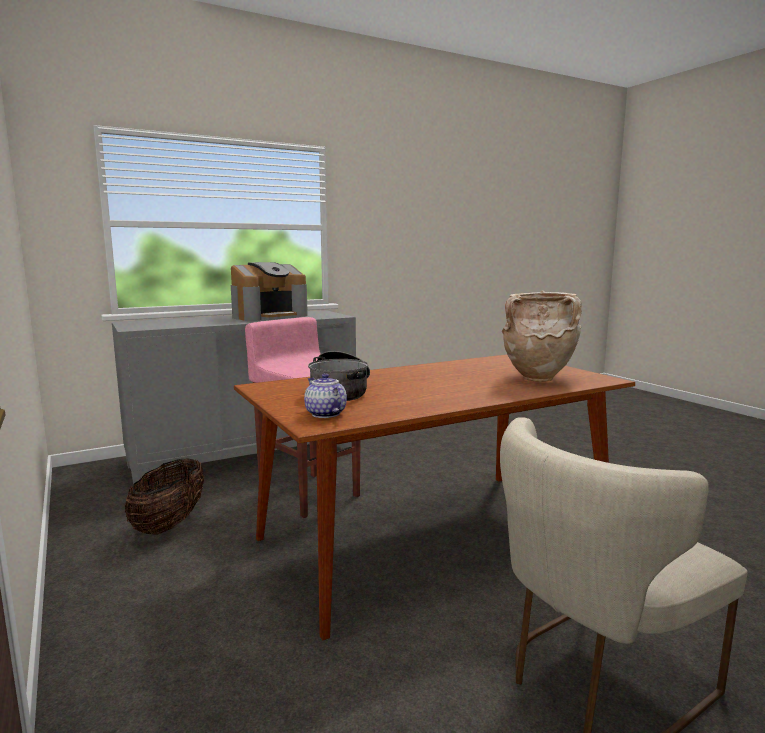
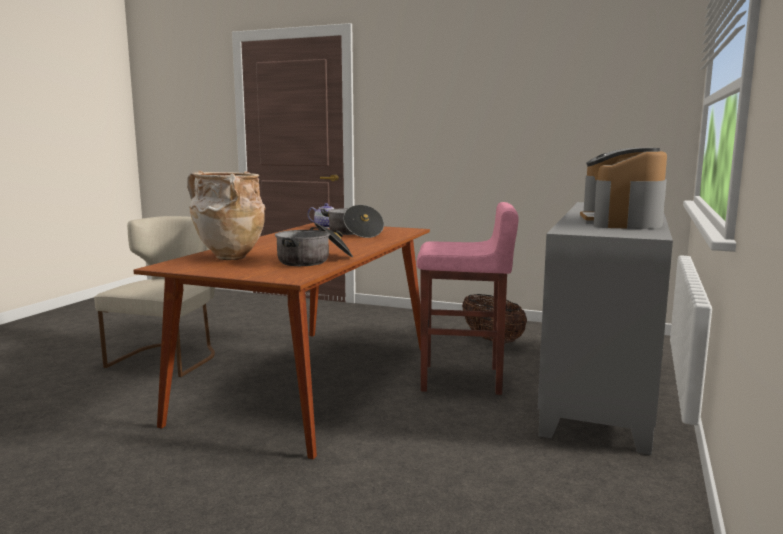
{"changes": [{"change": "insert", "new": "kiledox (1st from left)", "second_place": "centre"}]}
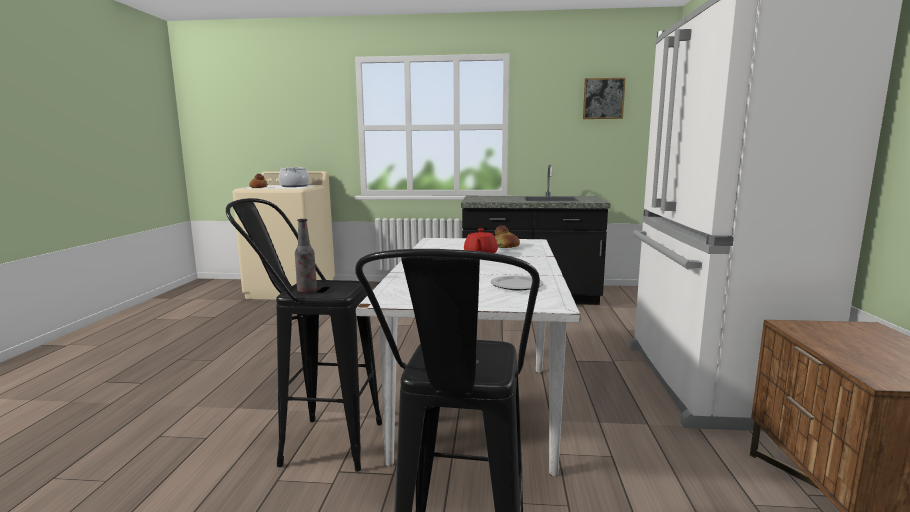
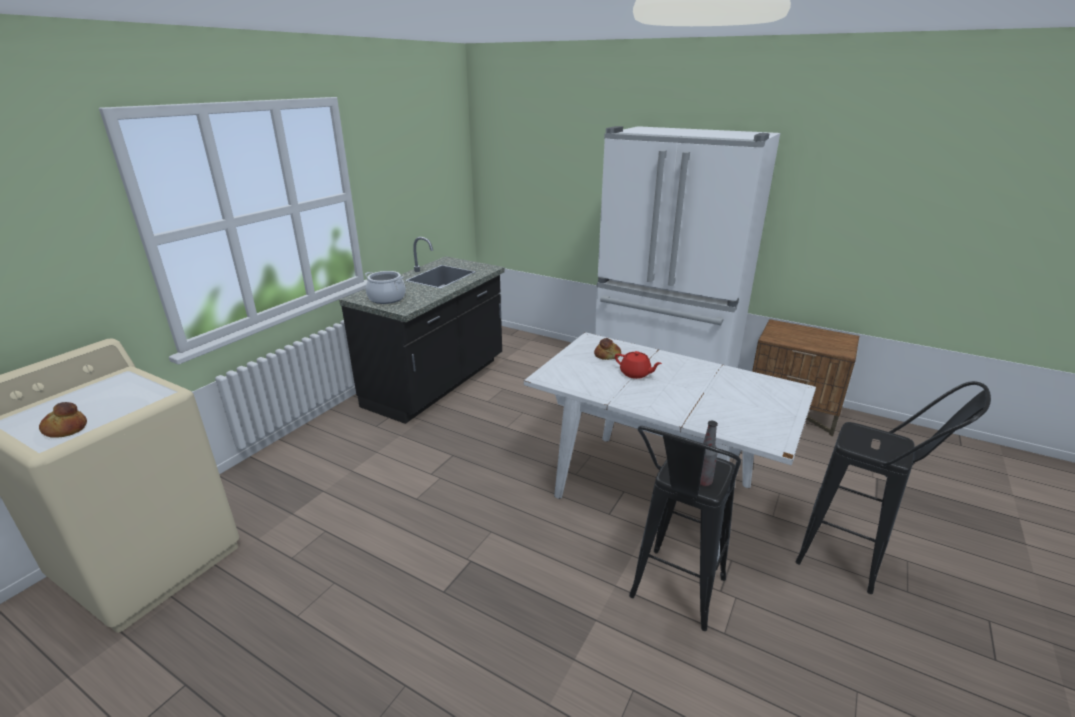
{"changes": [{"change": "delete", "old": "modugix", "first_place": "centre"}, {"change": "delete", "old": "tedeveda", "first_place": "top centre"}, {"change": "move", "old": "kiledox", "first_place": "middle left", "second_place": "centre"}]}
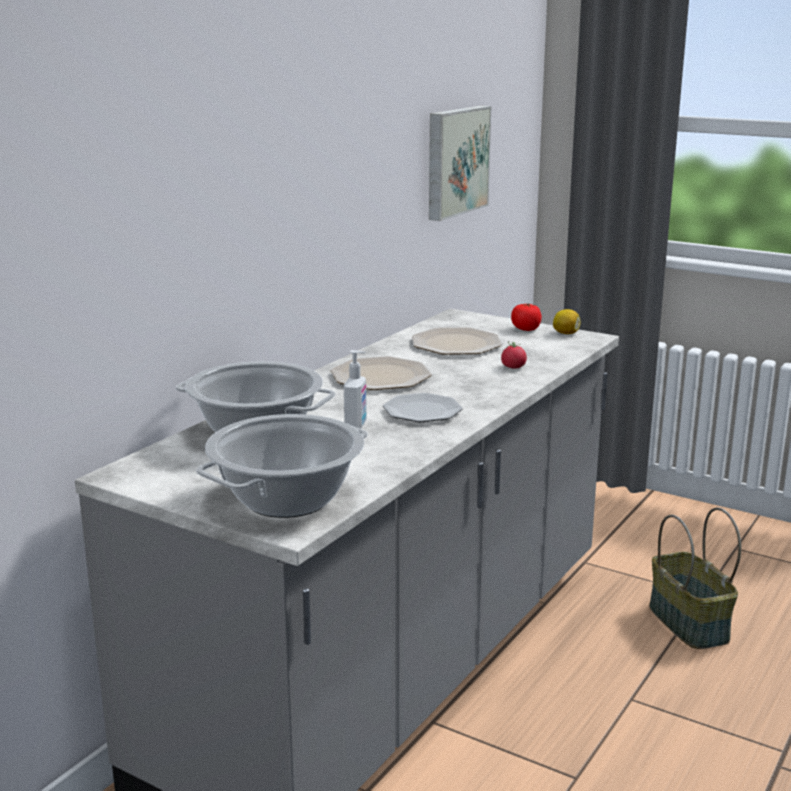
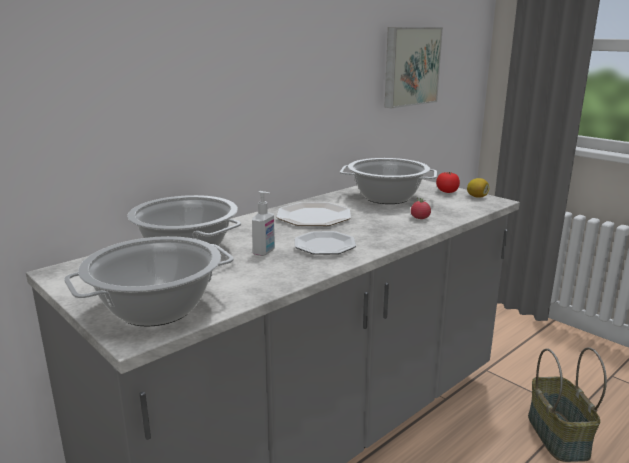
{"changes": [{"change": "replace", "old": "modugix (3rd from left)", "new": "kiledox (3rd from left)", "first_place": "centre", "second_place": "centre"}]}
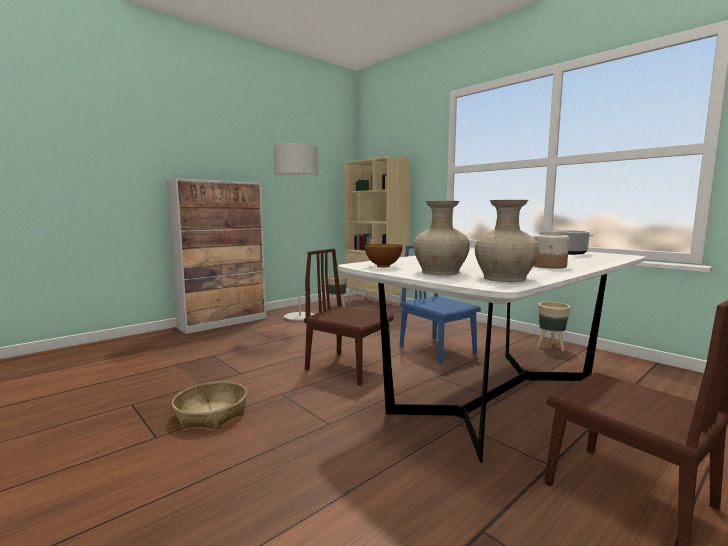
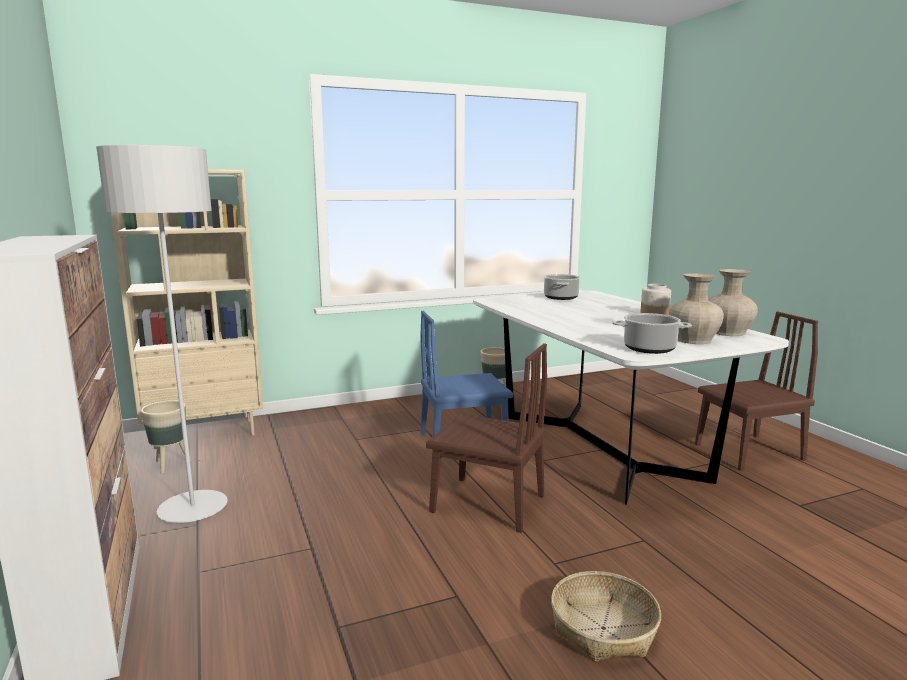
{"changes": [{"change": "replace", "old": "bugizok", "new": "kiledox (2nd from left)", "first_place": "centre", "second_place": "middle right"}, {"change": "rotate", "old": "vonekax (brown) (1st from left)", "first_place": "centre", "second_place": "centre", "degrees": -120}]}
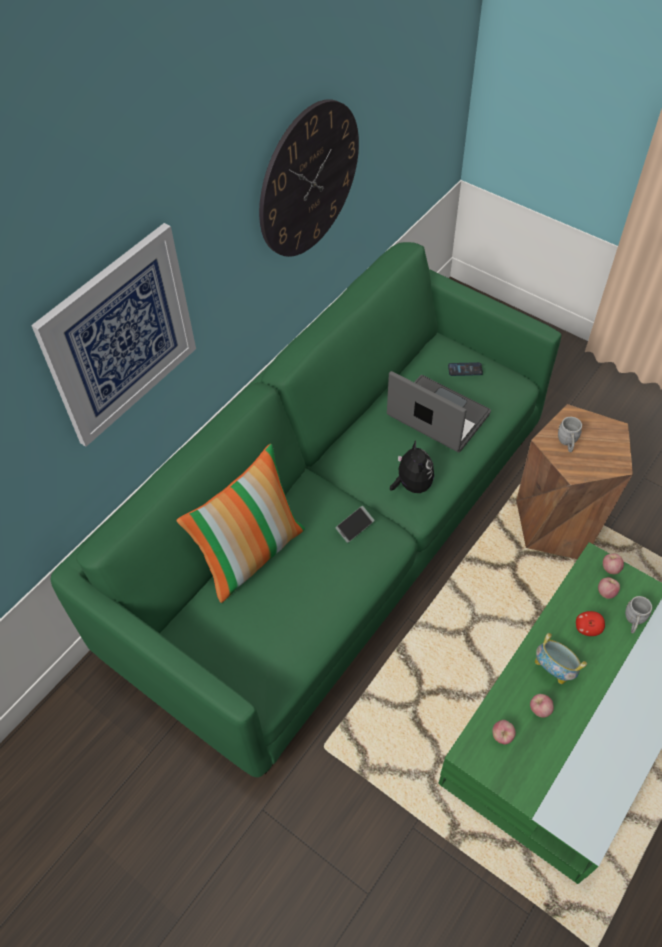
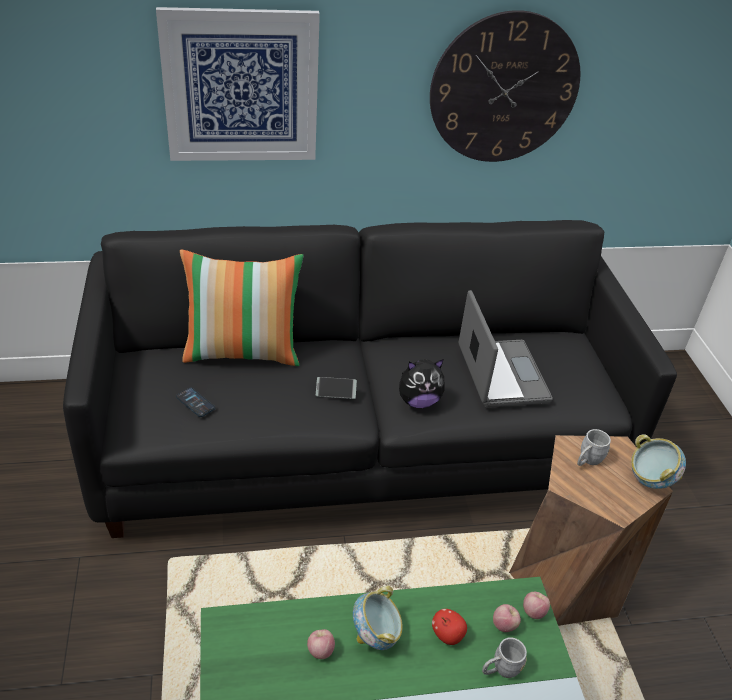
{"changes": [{"change": "delete", "old": "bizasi (1st from left)", "first_place": "bottom right"}, {"change": "insert", "new": "bugizok (2nd from left)", "second_place": "middle right"}, {"change": "move", "old": "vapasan (2nd from left in the first image)", "new": "vapasan (1st from left)", "first_place": "middle right", "second_place": "middle left"}, {"change": "recolor", "old": "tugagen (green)", "new": "tugagen (black)", "first_place": "centre", "second_place": "centre"}, {"change": "rotate", "old": "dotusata", "first_place": "centre", "second_place": "centre", "degrees": 45}]}
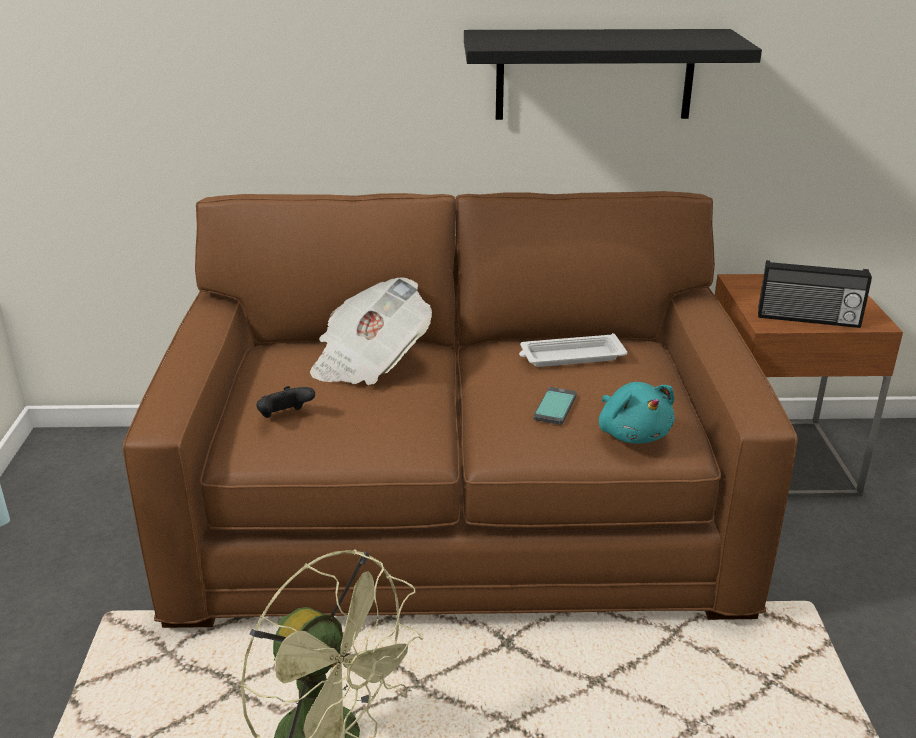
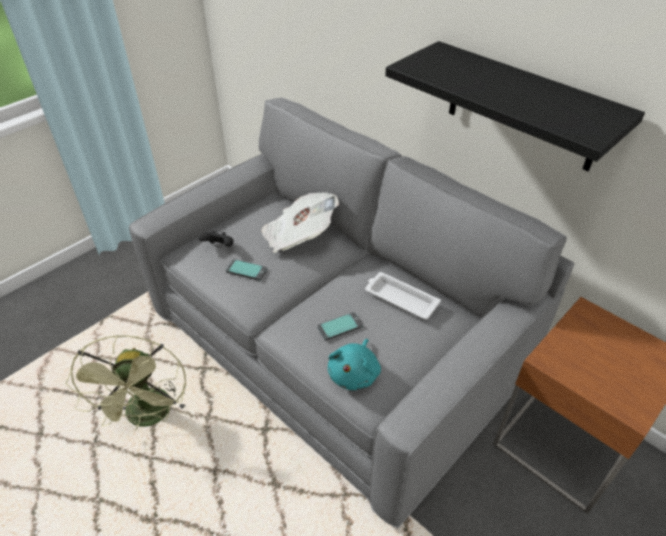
{"changes": [{"change": "delete", "old": "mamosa", "first_place": "middle right"}, {"change": "insert", "new": "vapasan (1st from left)", "second_place": "centre"}, {"change": "recolor", "old": "tugagen (brown)", "new": "tugagen (grey)", "first_place": "centre", "second_place": "centre"}]}
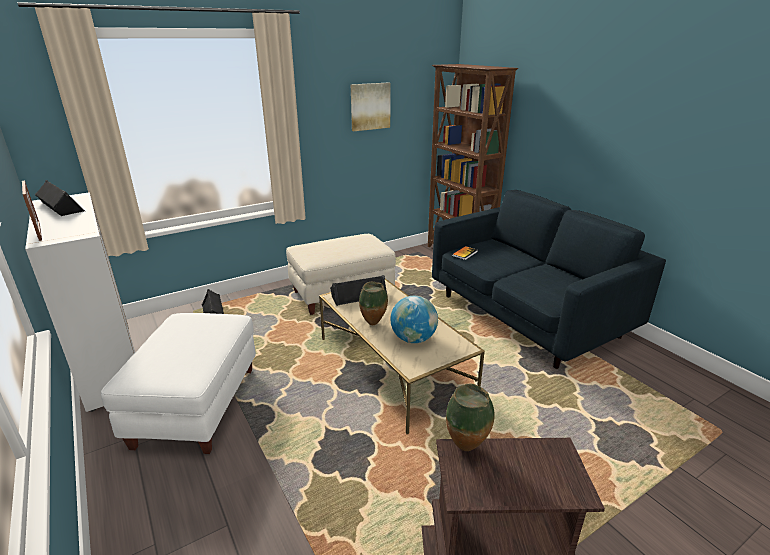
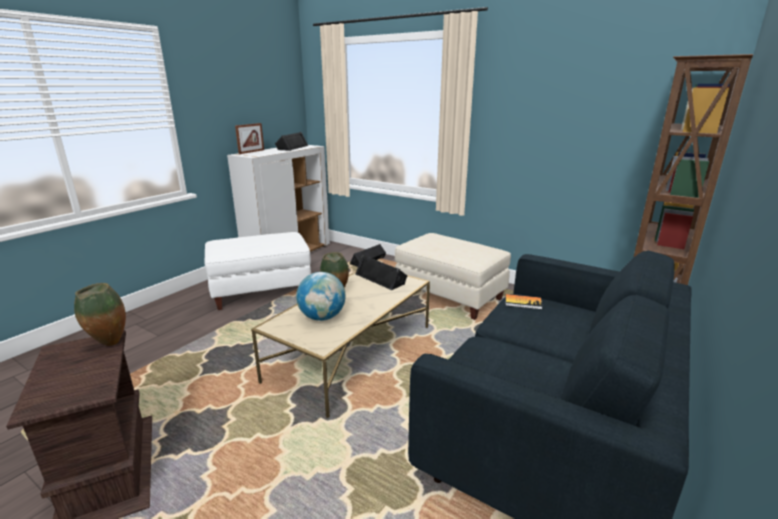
{"changes": [{"change": "delete", "old": "tedeveda", "first_place": "top centre"}]}
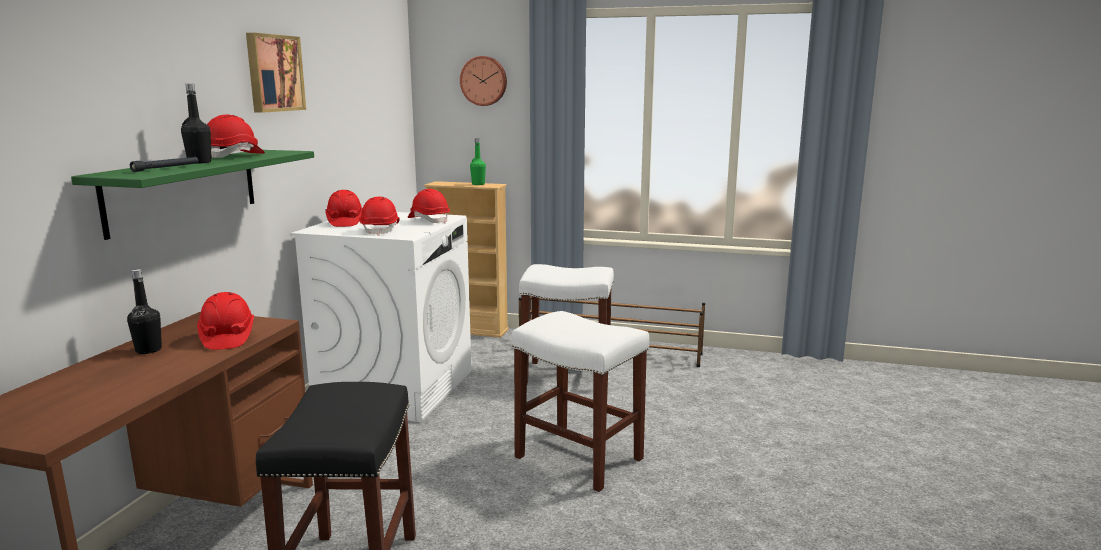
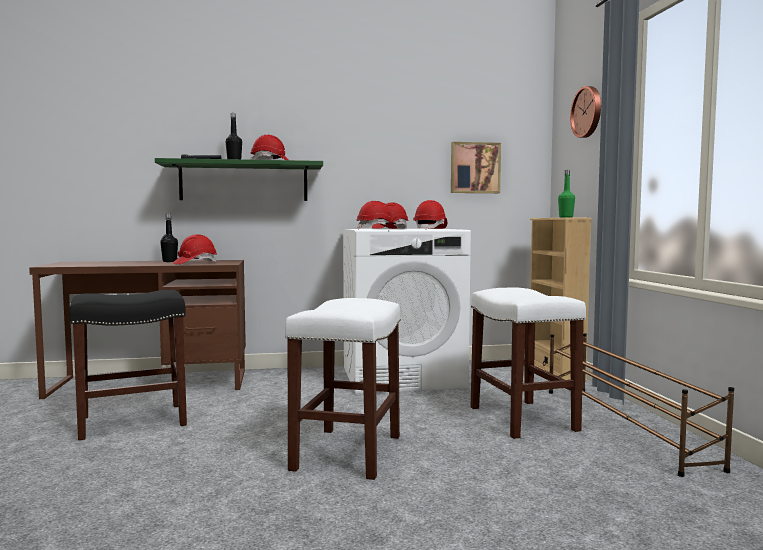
{"changes": [{"change": "move", "old": "tedeveda", "first_place": "top left", "second_place": "top centre"}]}
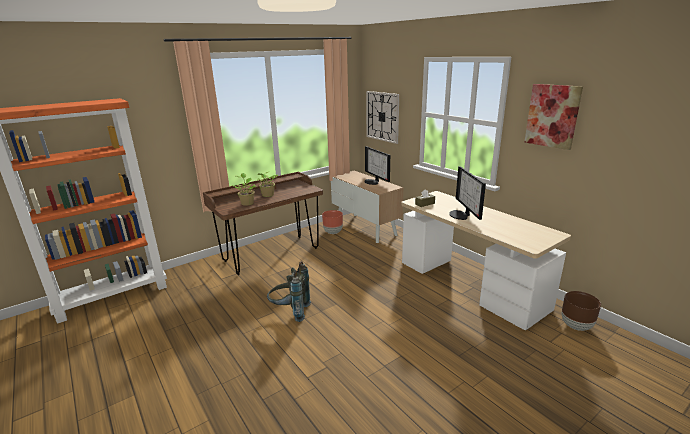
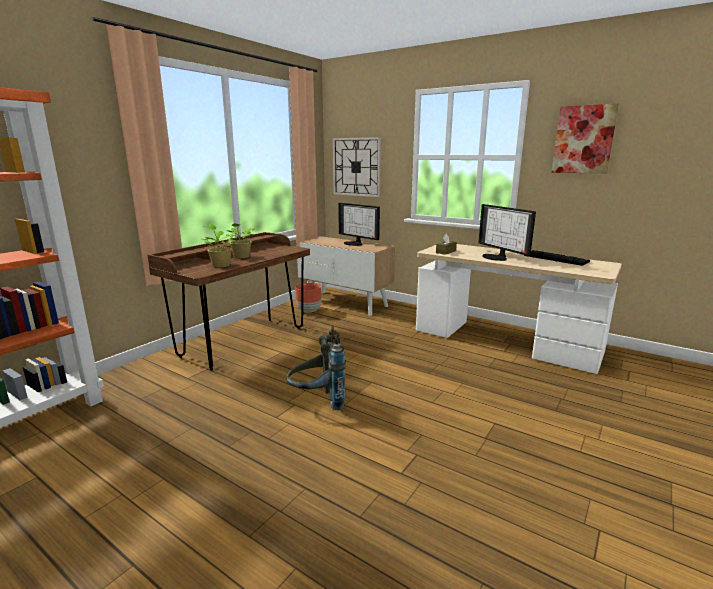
{"changes": [{"change": "delete", "old": "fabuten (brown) (2nd from left)", "first_place": "bottom right"}, {"change": "insert", "new": "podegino", "second_place": "middle right"}]}
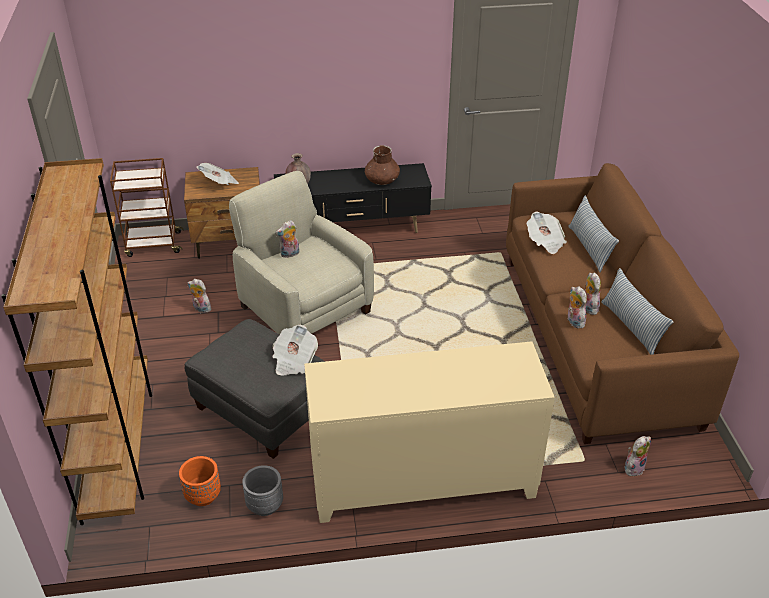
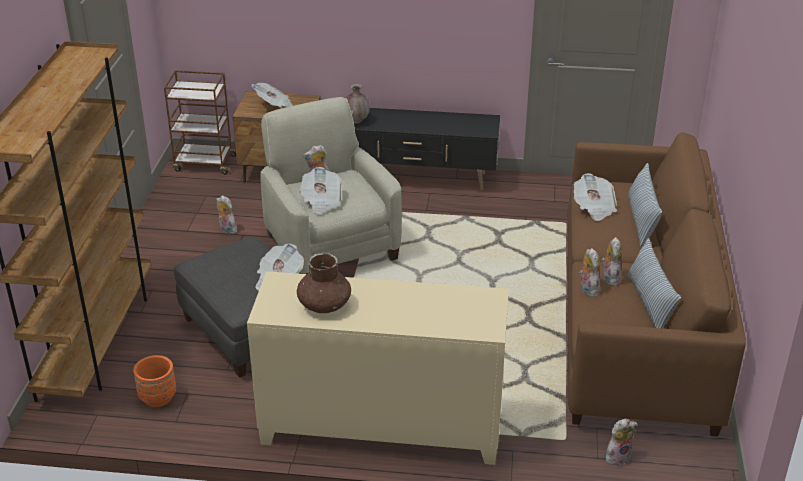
{"changes": [{"change": "delete", "old": "fabuten (grey)", "first_place": "bottom centre"}, {"change": "insert", "new": "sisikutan (3rd from left)", "second_place": "centre"}, {"change": "move", "old": "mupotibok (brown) (2nd from left in the first image)", "new": "mupotibok (brown) (1st from left)", "first_place": "top centre", "second_place": "centre"}]}
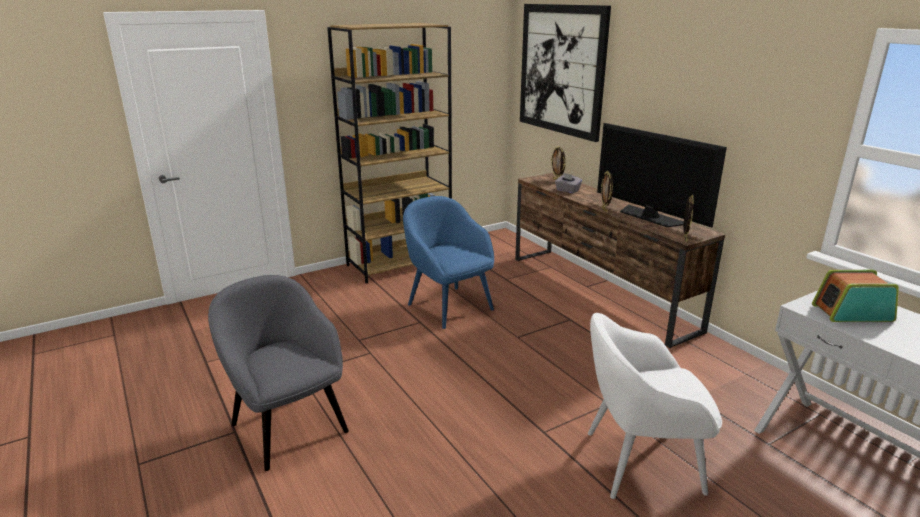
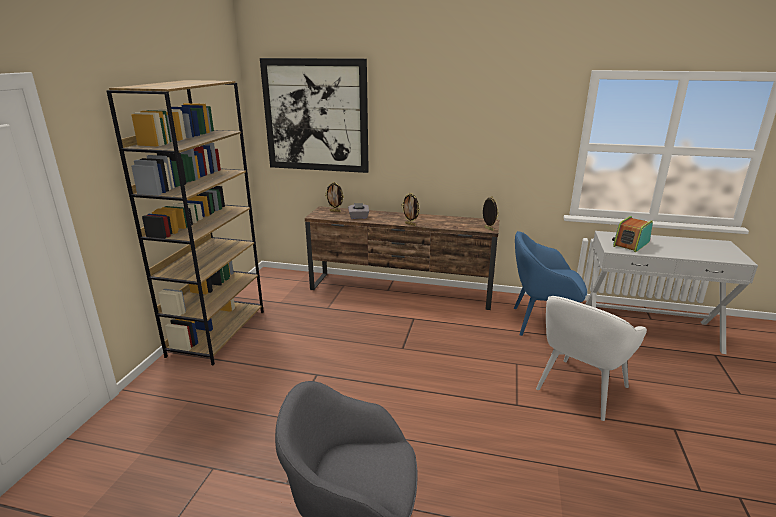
{"changes": [{"change": "delete", "old": "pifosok", "first_place": "middle right"}, {"change": "move", "old": "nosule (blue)", "first_place": "centre", "second_place": "middle right"}]}
